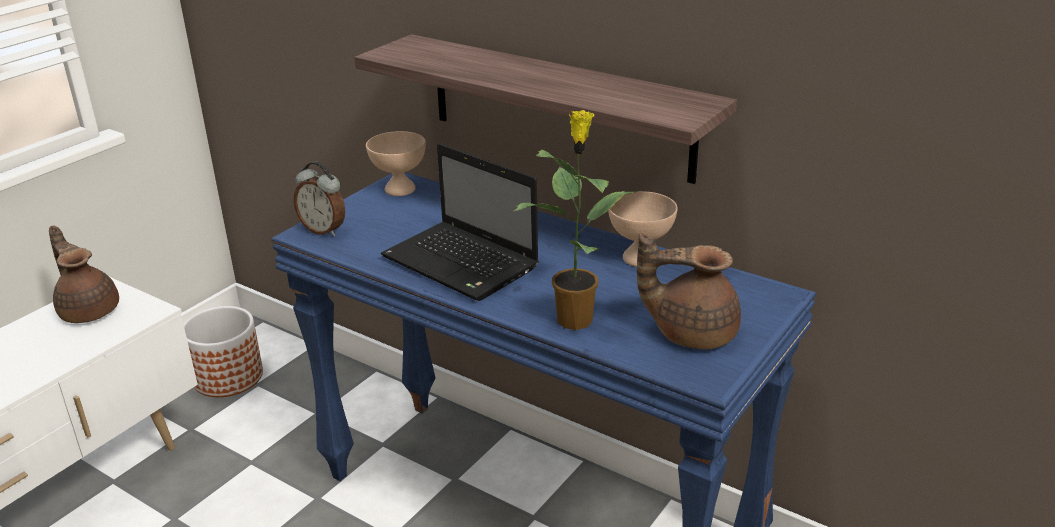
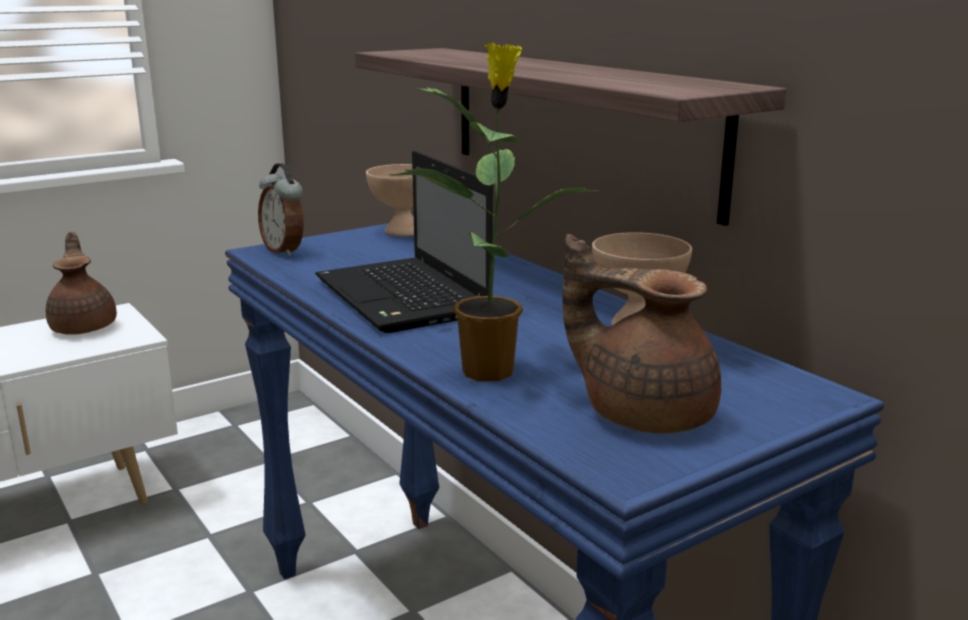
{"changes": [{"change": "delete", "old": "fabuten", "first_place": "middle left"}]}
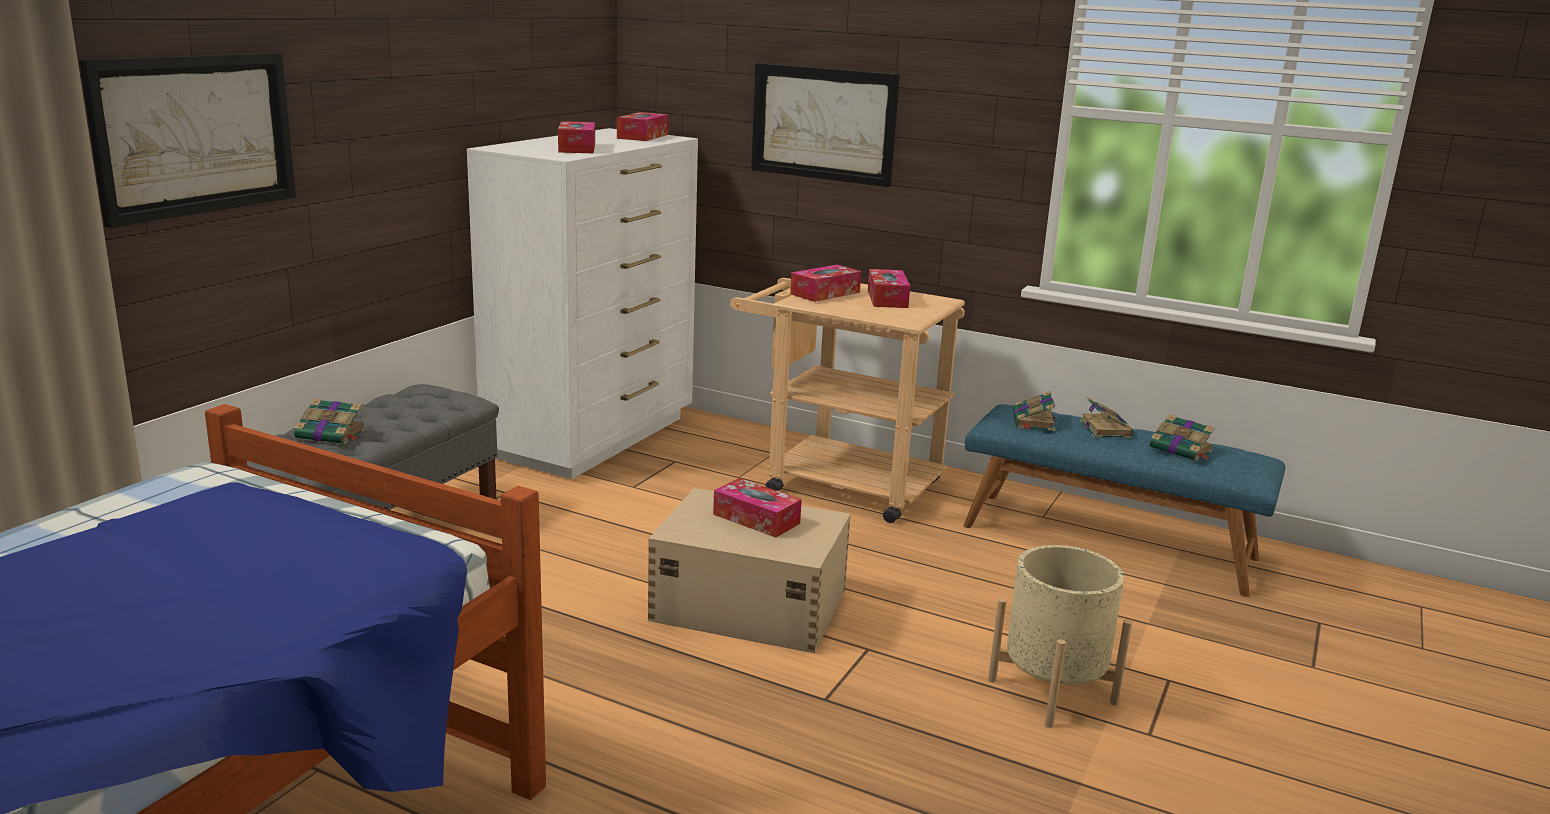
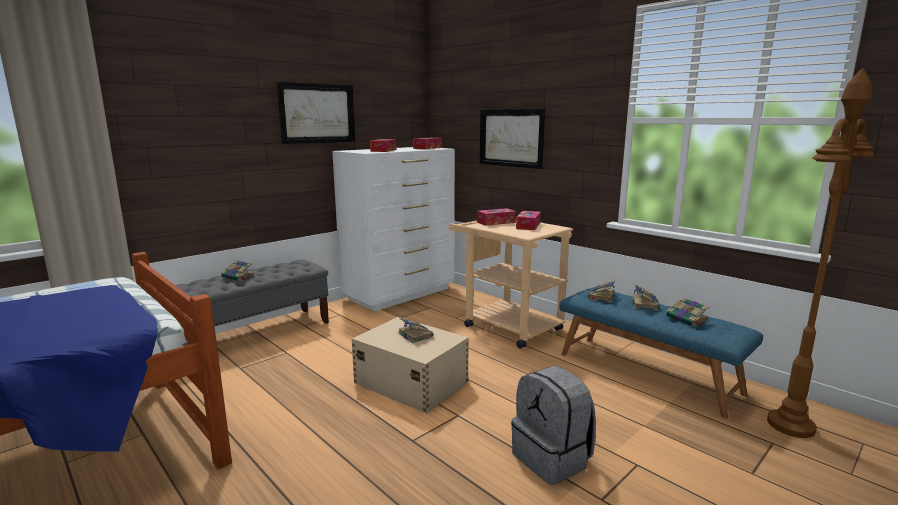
{"changes": [{"change": "insert", "new": "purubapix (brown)", "second_place": "middle right"}, {"change": "move", "old": "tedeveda (1st from left)", "first_place": "top left", "second_place": "top centre"}, {"change": "replace", "old": "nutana (3rd from left)", "new": "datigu (2nd from left)", "first_place": "centre", "second_place": "centre"}, {"change": "replace", "old": "fabuten (beige)", "new": "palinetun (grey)", "first_place": "bottom right", "second_place": "bottom centre"}]}
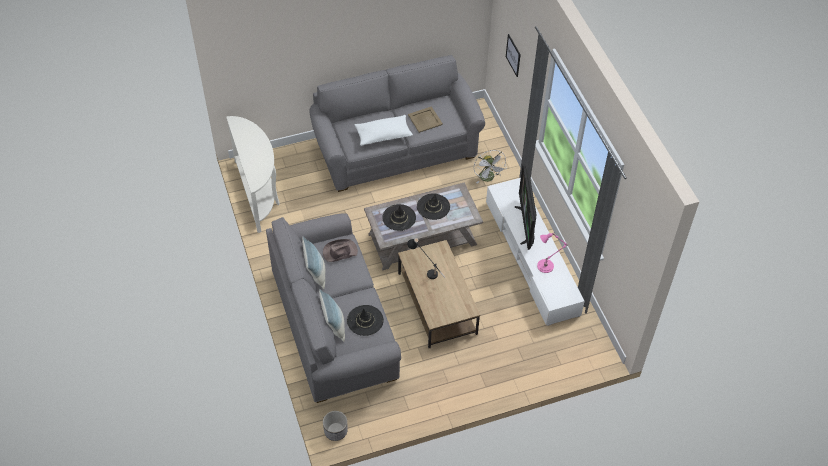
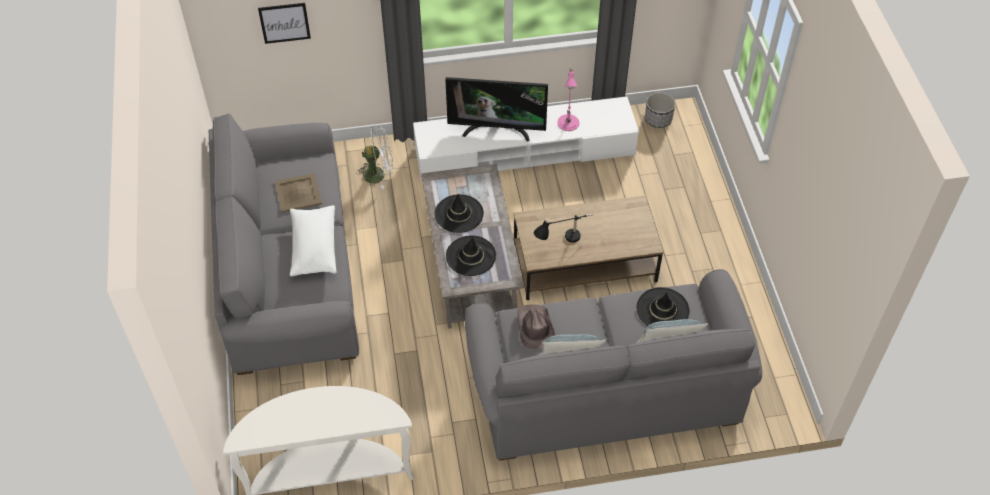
{"changes": [{"change": "move", "old": "fabuten", "first_place": "bottom centre", "second_place": "top right"}]}
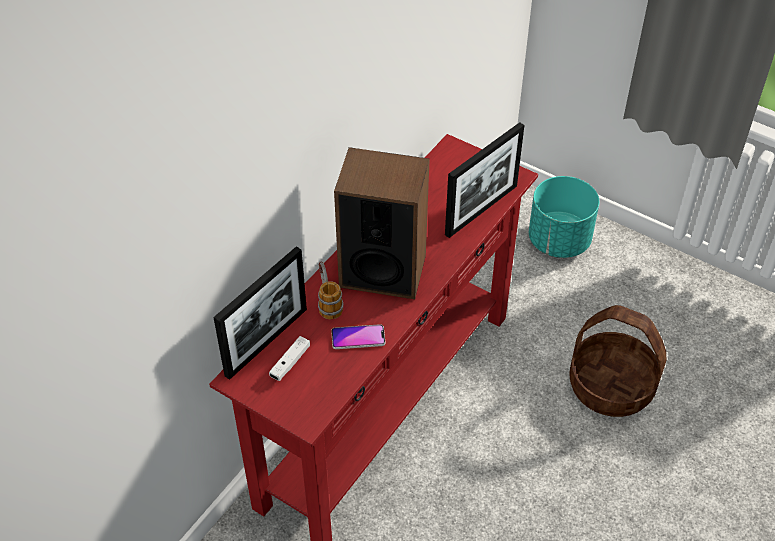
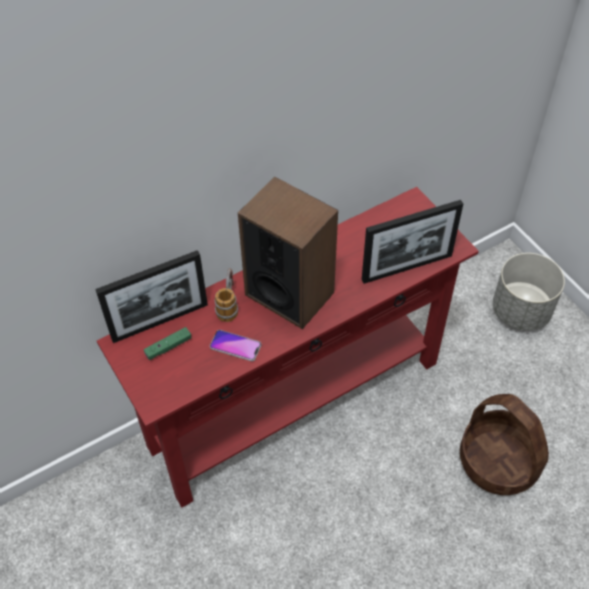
{"changes": [{"change": "recolor", "old": "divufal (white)", "new": "divufal (green)", "first_place": "centre", "second_place": "middle left"}, {"change": "recolor", "old": "fabuten (turquoise)", "new": "fabuten (grey)", "first_place": "middle right", "second_place": "middle right"}]}
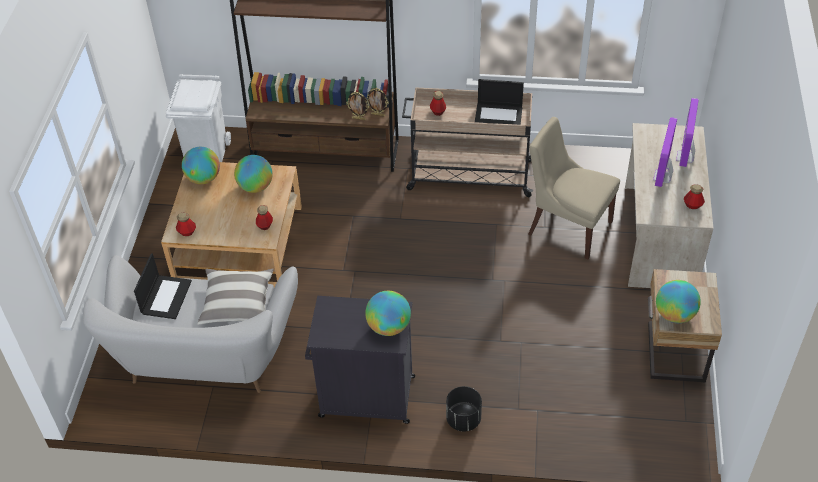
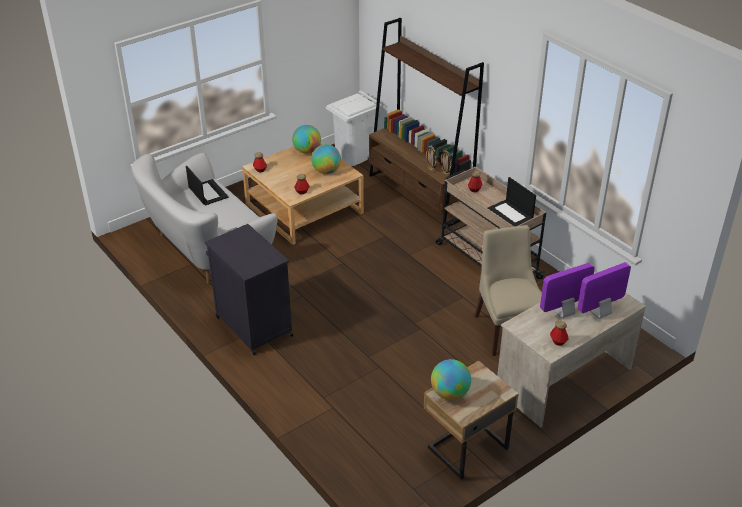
{"changes": [{"change": "delete", "old": "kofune", "first_place": "middle left"}, {"change": "delete", "old": "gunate (3rd from left)", "first_place": "centre"}, {"change": "delete", "old": "fabuten (black)", "first_place": "bottom centre"}, {"change": "rotate", "old": "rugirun (1st from left)", "first_place": "middle left", "second_place": "middle left", "degrees": -90}]}
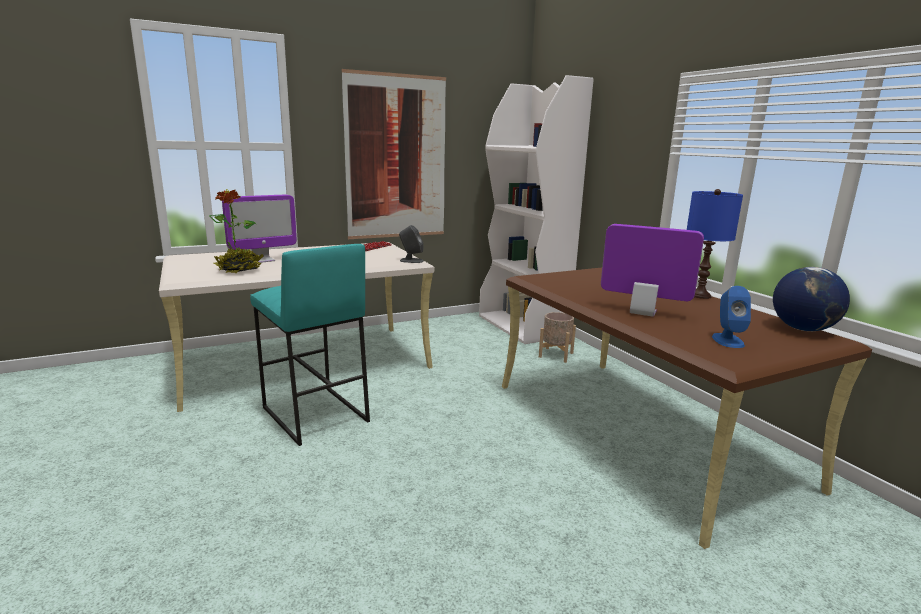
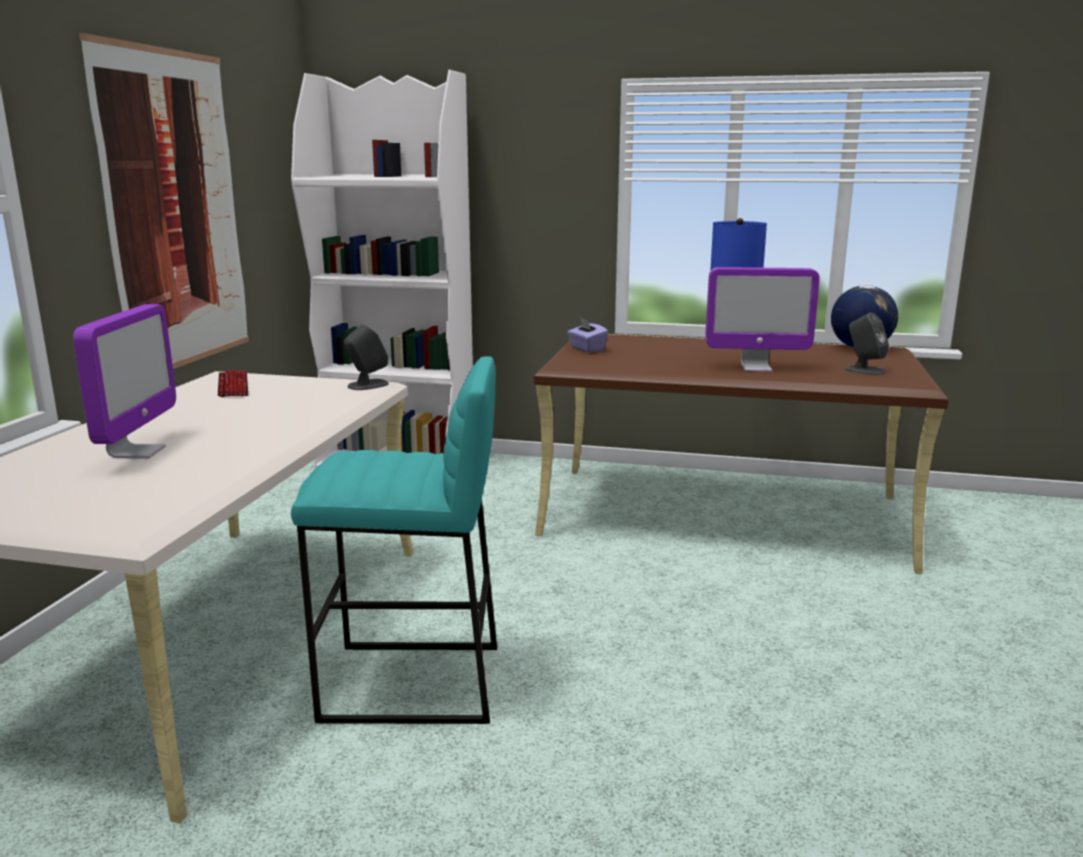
{"changes": [{"change": "delete", "old": "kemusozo", "first_place": "middle left"}, {"change": "delete", "old": "fabuten (beige)", "first_place": "centre"}, {"change": "insert", "new": "nutana (purple)", "second_place": "centre"}, {"change": "recolor", "old": "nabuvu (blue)", "new": "nabuvu (grey) (2nd from left)", "first_place": "middle right", "second_place": "middle right"}, {"change": "rotate", "old": "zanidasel (2nd from left)", "first_place": "middle right", "second_place": "middle right", "degrees": -150}]}
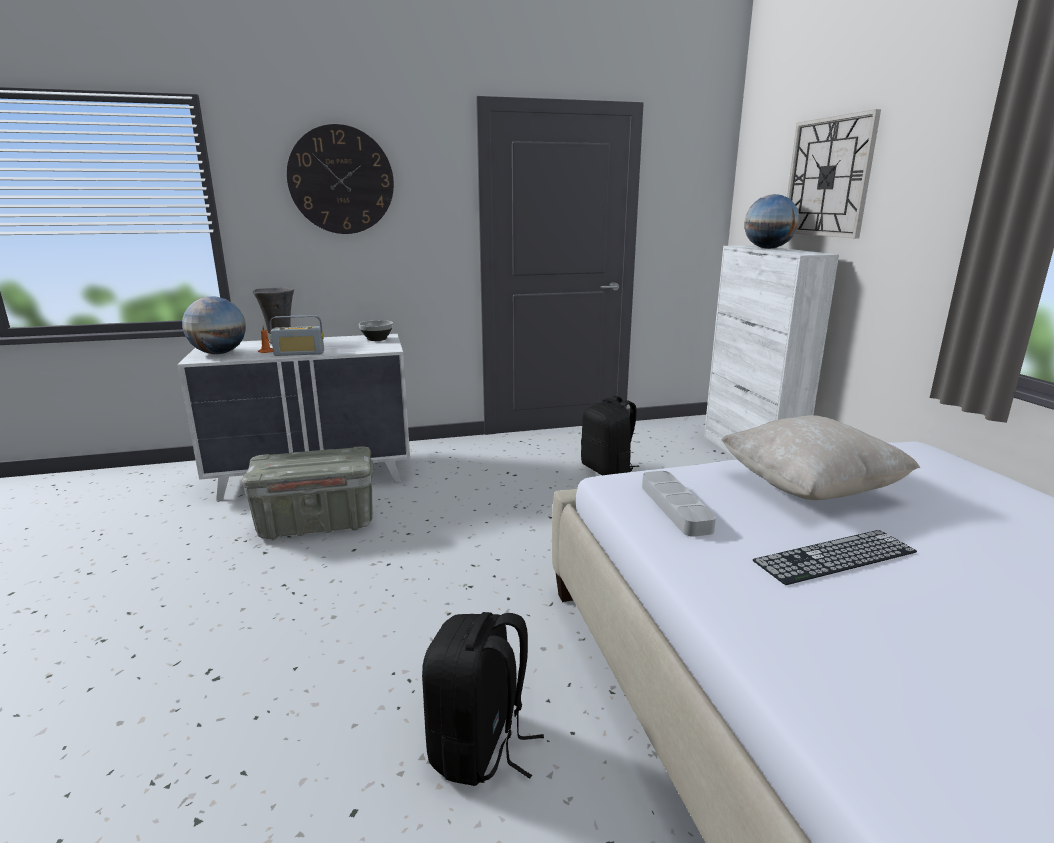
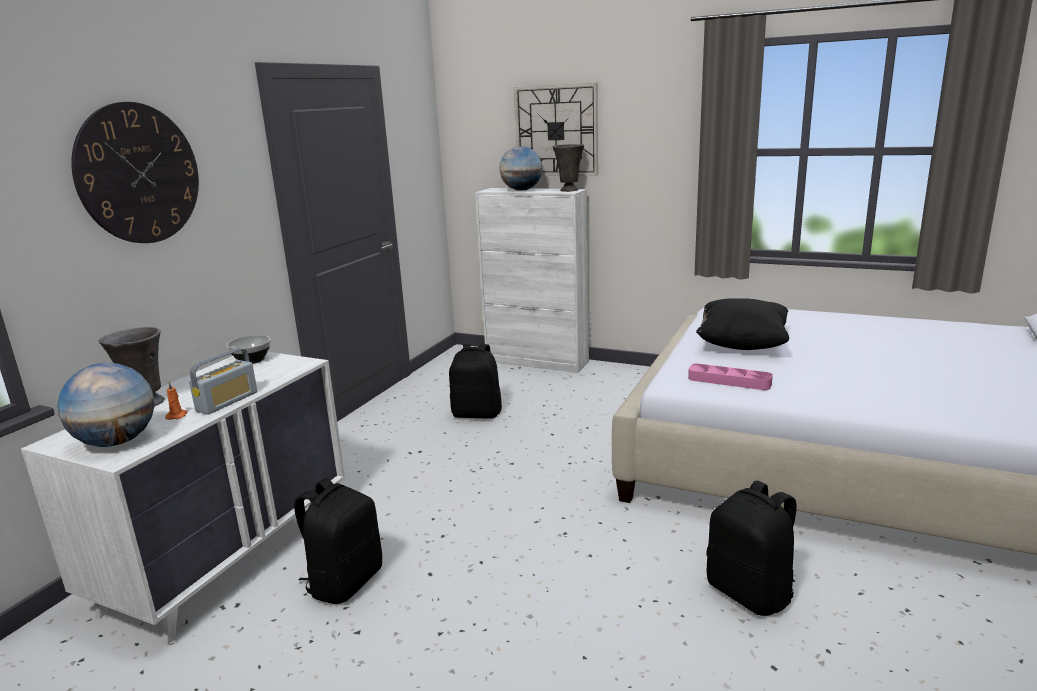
{"changes": [{"change": "delete", "old": "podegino", "first_place": "middle right"}, {"change": "insert", "new": "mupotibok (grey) (2nd from left)", "second_place": "top centre"}, {"change": "replace", "old": "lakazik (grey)", "new": "palinetun (black) (1st from left)", "first_place": "middle left", "second_place": "bottom left"}, {"change": "recolor", "old": "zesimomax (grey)", "new": "zesimomax (pink)", "first_place": "centre", "second_place": "middle right"}, {"change": "recolor", "old": "kofune (beige)", "new": "kofune (black)", "first_place": "middle right", "second_place": "middle right"}]}
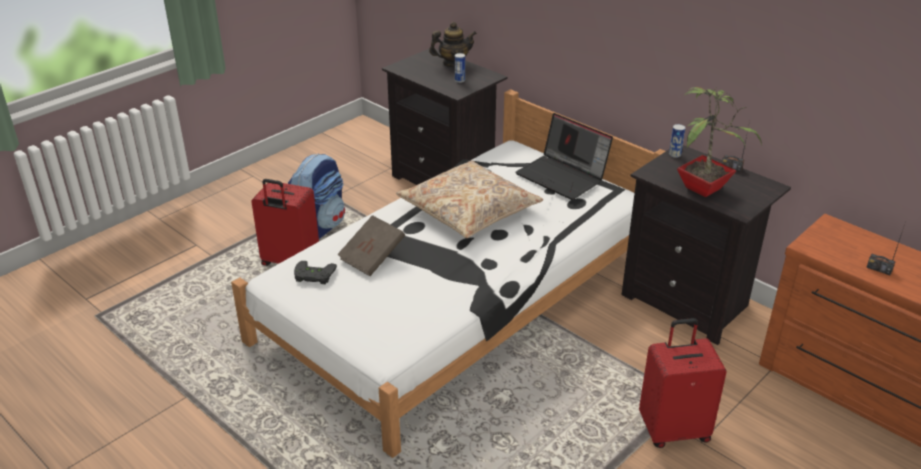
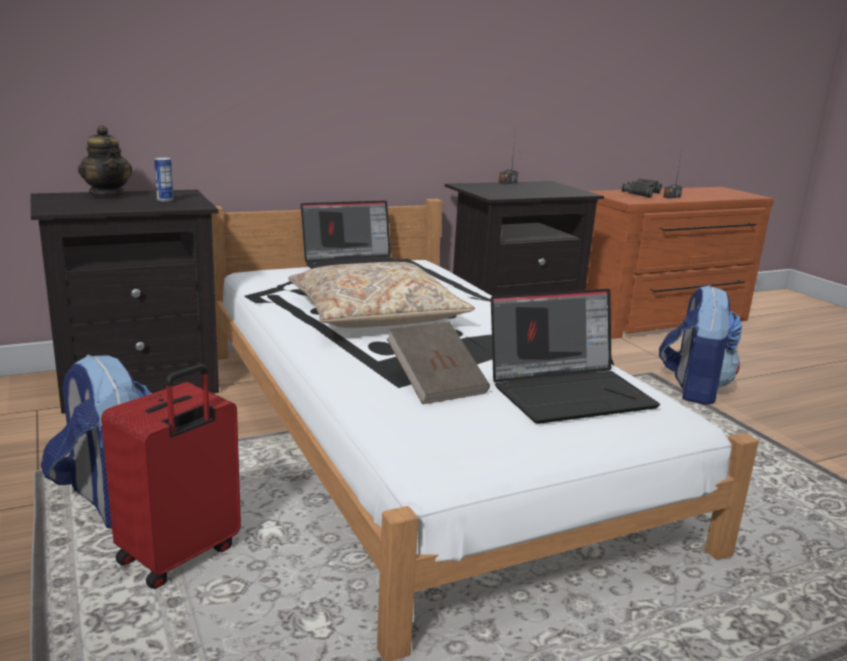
{"changes": [{"change": "delete", "old": "divufal (black)", "first_place": "centre"}, {"change": "delete", "old": "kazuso (2nd from left)", "first_place": "top right"}, {"change": "delete", "old": "kemusozo", "first_place": "top right"}, {"change": "insert", "new": "rugirun (2nd from left)", "second_place": "middle right"}, {"change": "insert", "new": "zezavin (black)", "second_place": "top right"}, {"change": "replace", "old": "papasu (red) (2nd from left)", "new": "palinetun (2nd from left)", "first_place": "bottom right", "second_place": "middle right"}, {"change": "rotate", "old": "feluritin", "first_place": "top centre", "second_place": "top left", "degrees": 135}]}
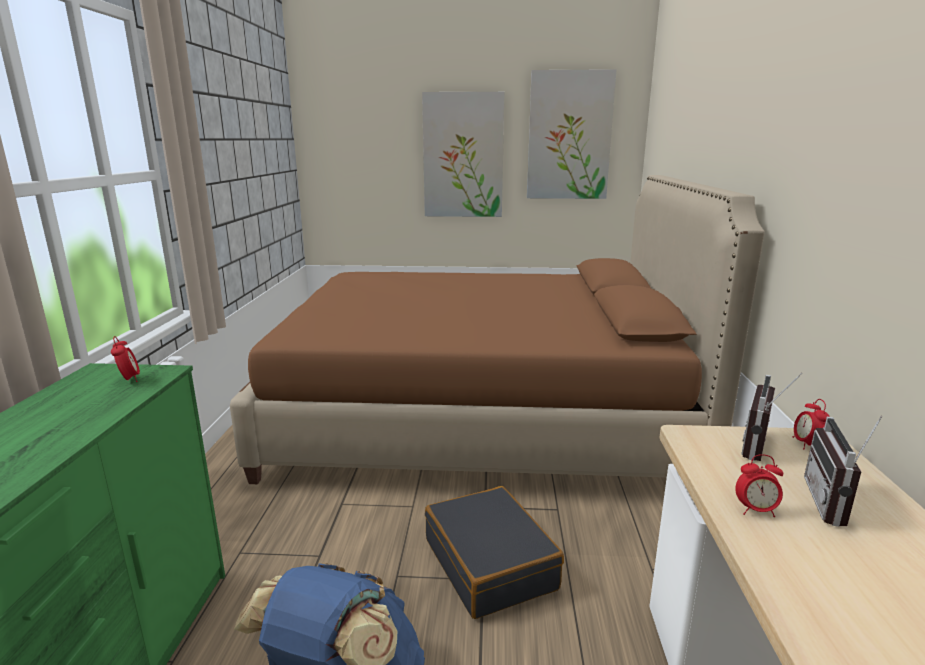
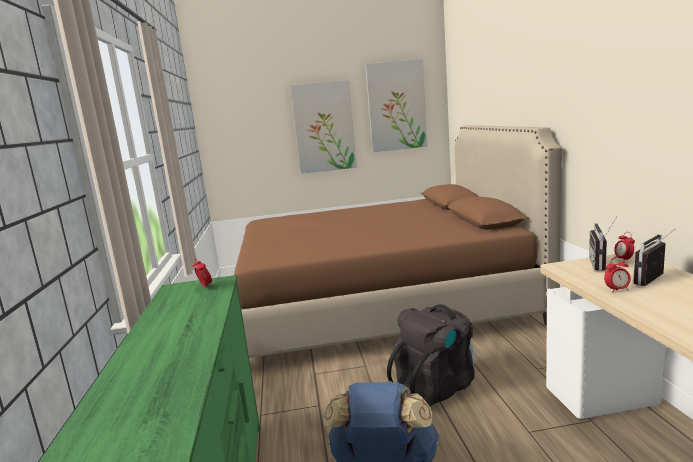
{"changes": [{"change": "replace", "old": "papasu (black)", "new": "palinetun (black)", "first_place": "bottom centre", "second_place": "bottom centre"}, {"change": "rotate", "old": "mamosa (2nd from left)", "first_place": "bottom right", "second_place": "middle right", "degrees": 45}]}
